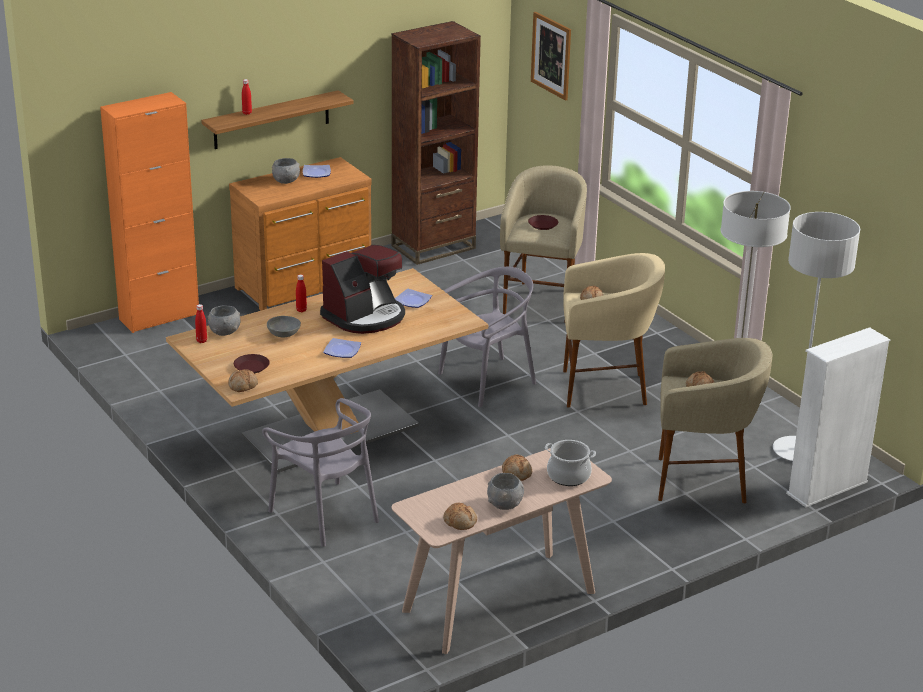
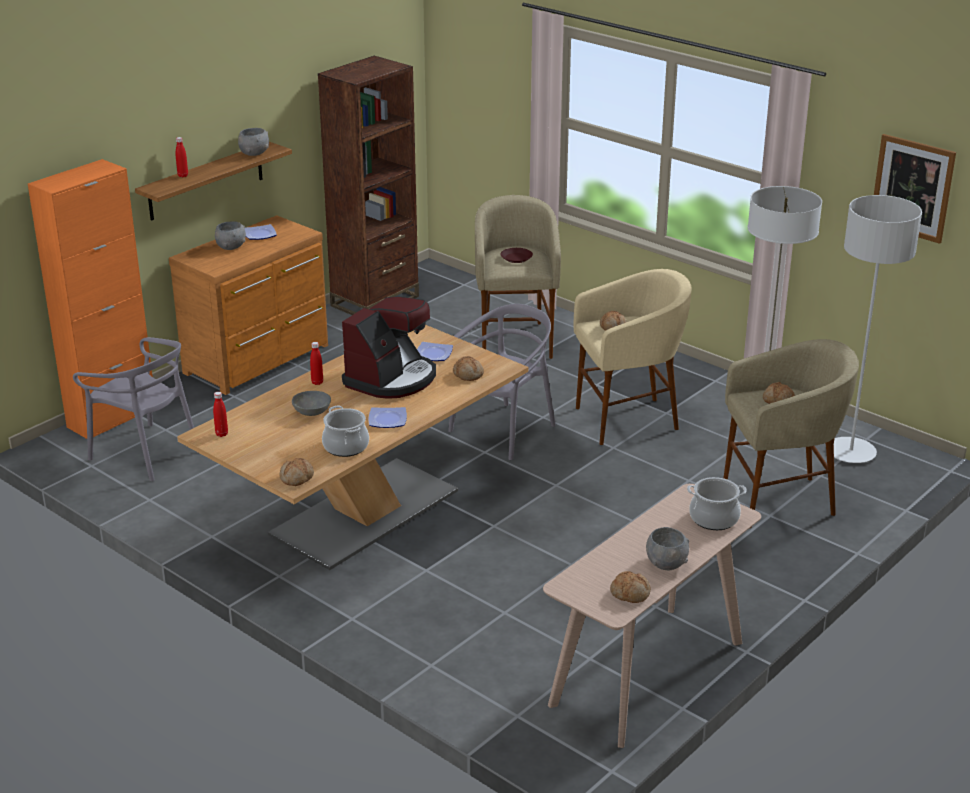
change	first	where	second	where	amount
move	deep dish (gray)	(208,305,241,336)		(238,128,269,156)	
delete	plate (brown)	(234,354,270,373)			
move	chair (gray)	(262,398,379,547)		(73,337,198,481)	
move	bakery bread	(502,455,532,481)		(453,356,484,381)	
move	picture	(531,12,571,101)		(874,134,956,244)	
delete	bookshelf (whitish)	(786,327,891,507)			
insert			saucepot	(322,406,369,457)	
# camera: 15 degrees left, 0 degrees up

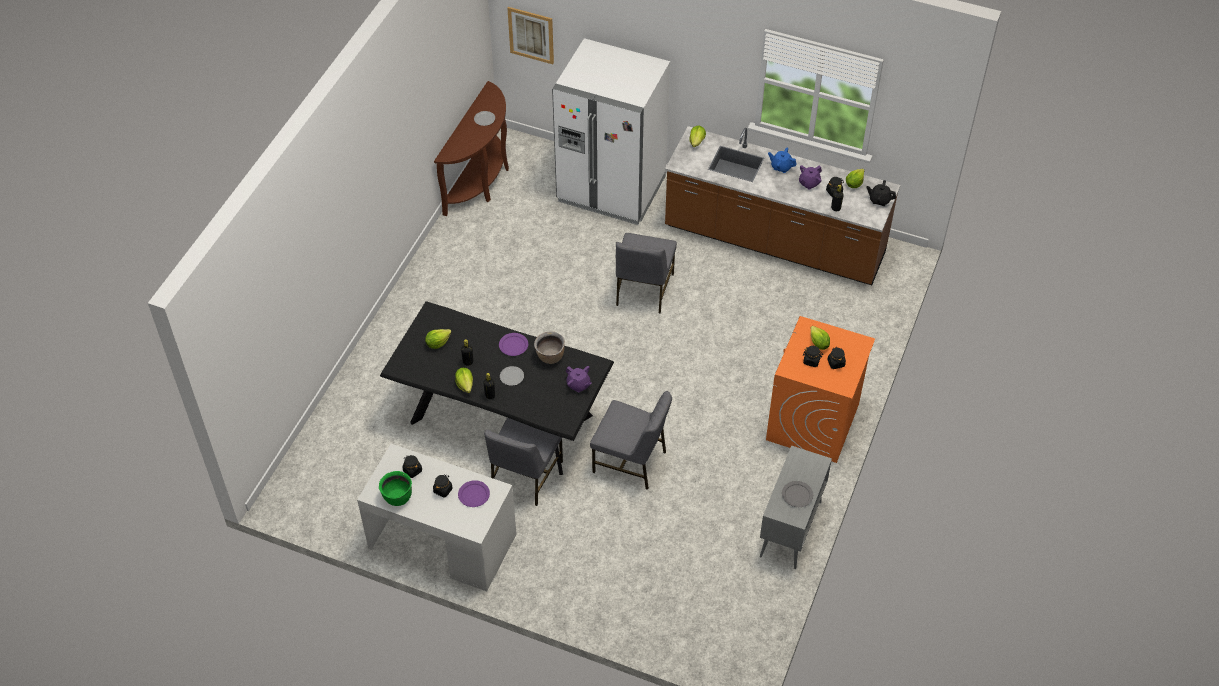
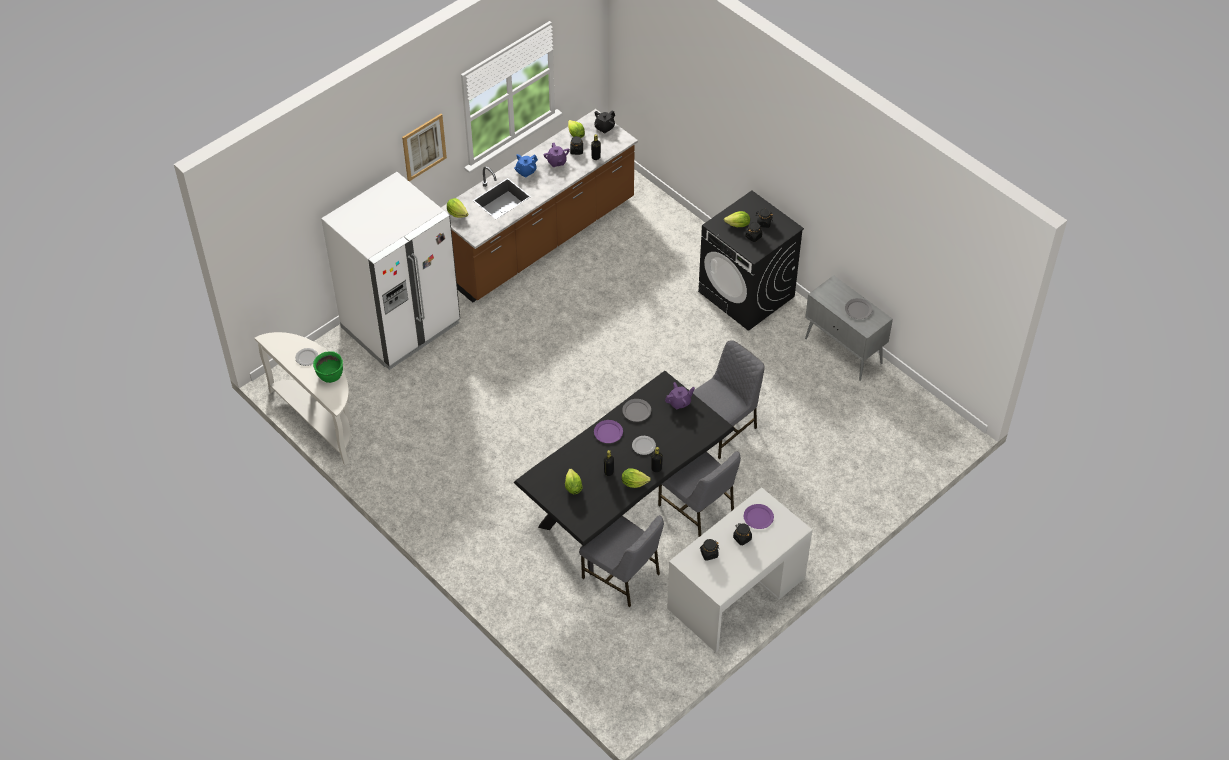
change	first	where	second	where	amount
move	saucepot (greenish)	(379,471,412,506)		(313,351,343,383)	
recolor	console table (brown)	(434,81,509,216)	console table (whitish)	(255,332,353,465)	
move	picture	(507,7,554,64)		(402,114,447,181)	
replace	saucepot (brown)	(534,332,565,364)	plate (gray)	(622,399,651,422)	
move	chair (gray)	(616,233,677,313)		(579,515,664,607)	
recolor	laundry appliance (orange)	(766,316,875,463)	laundry appliance (black-coloured)	(698,191,804,331)	
# camera: 65 degrees left, 0 degrees up

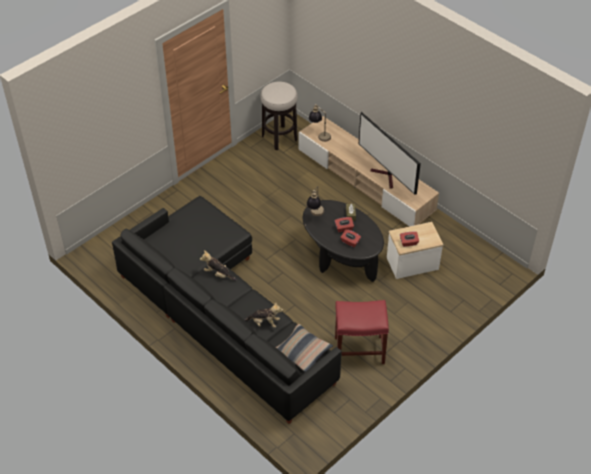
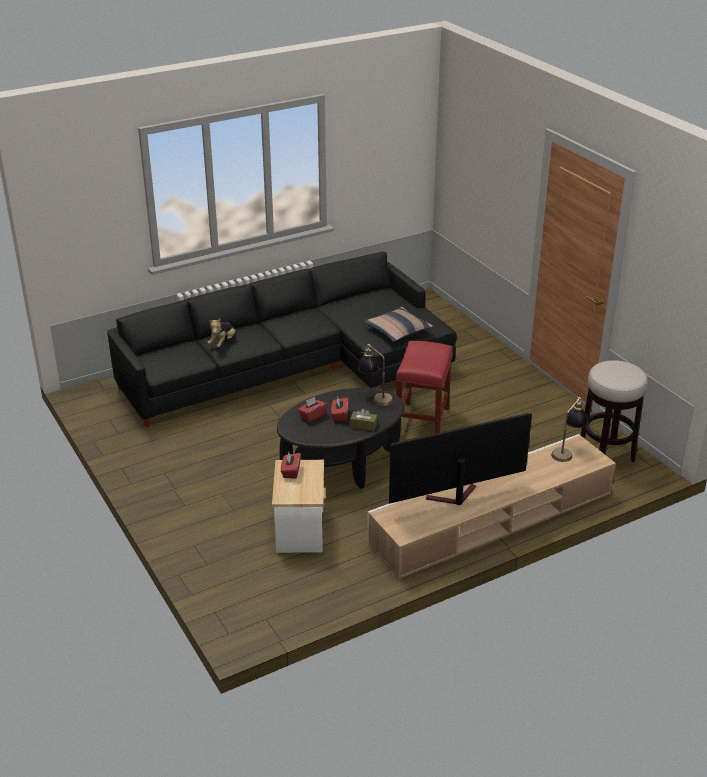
change	first	where	second	where	amount
delete	cuddly toy	(200,250,237,281)			
move	pillow	(276,324,333,372)		(363,307,433,342)	
move	stool (red-coloured)	(335,300,389,364)		(395,341,453,434)	
# camera: 105 degrees right, 15 degrees down

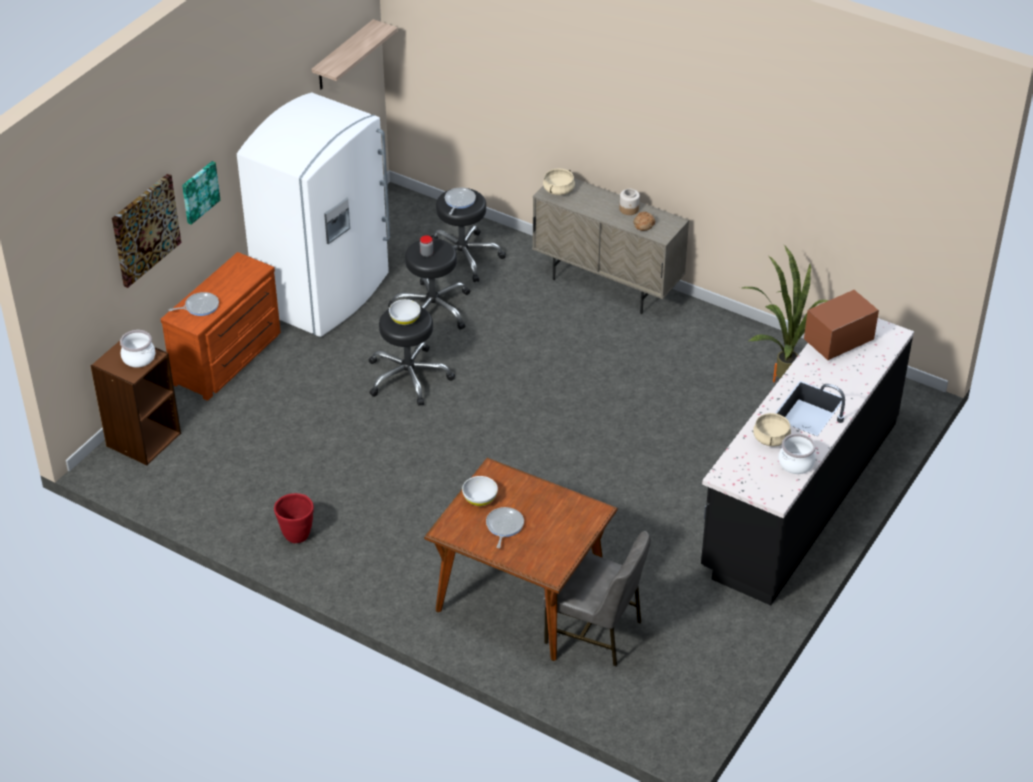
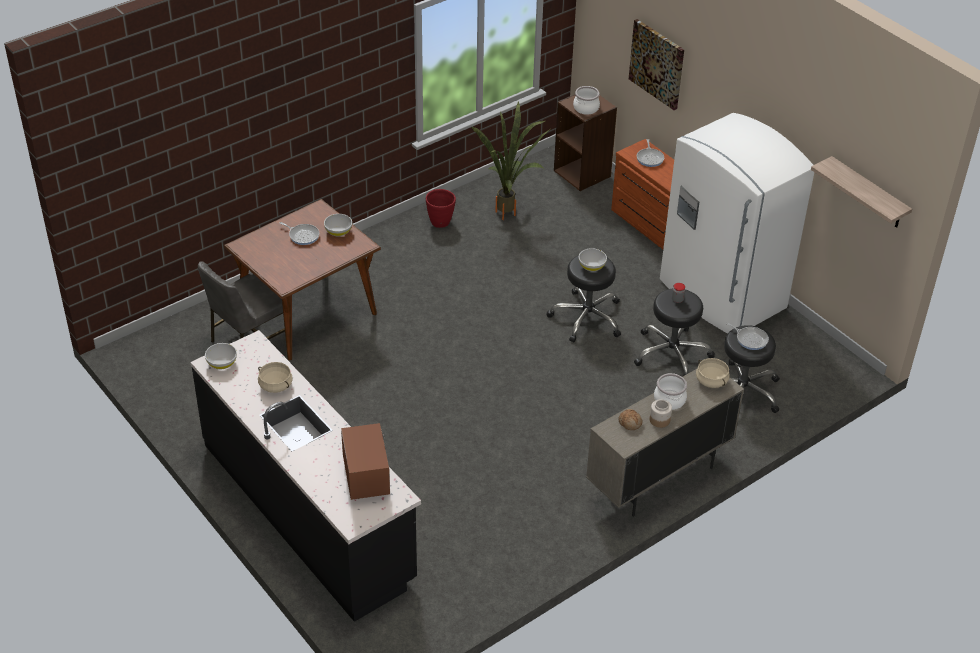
change	first	where	second	where	amount
delete	picture	(182,161,220,225)			
move	potted plant	(742,246,829,382)		(472,101,550,220)	
move	saucepot	(779,433,816,474)		(654,373,687,410)	
insert			deep dish (whitish)	(205,343,237,369)	
# camera: 110 degrees right, 0 degrees up

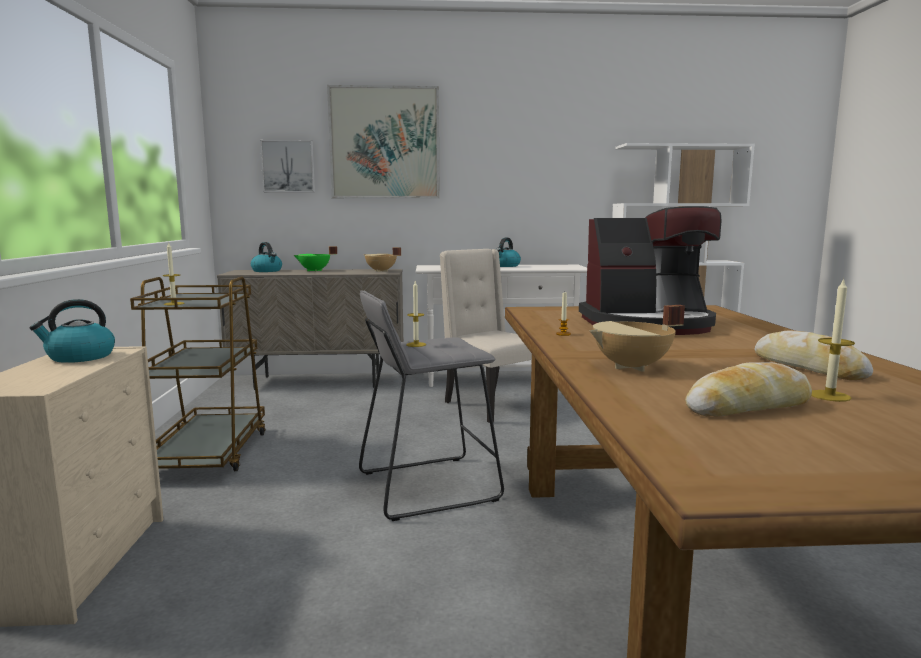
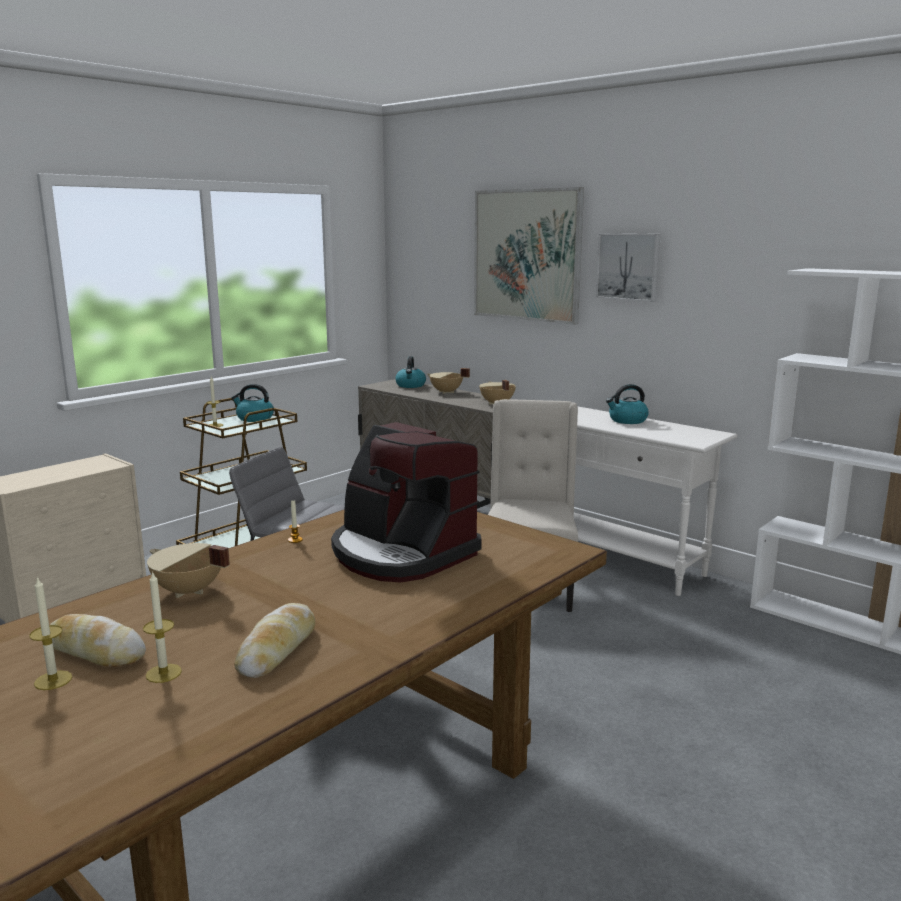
change	first	where	second	where	amount
move	water kettle	(29,299,115,363)		(232,384,274,422)	
move	picture	(260,140,315,192)		(596,233,661,302)	
recolor	saucepot (greenish)	(293,246,337,272)	saucepot (beige)	(427,368,470,394)	
move	wax light	(406,281,426,347)		(29,577,72,690)	
# camera: 45 degrees right, 5 degrees up

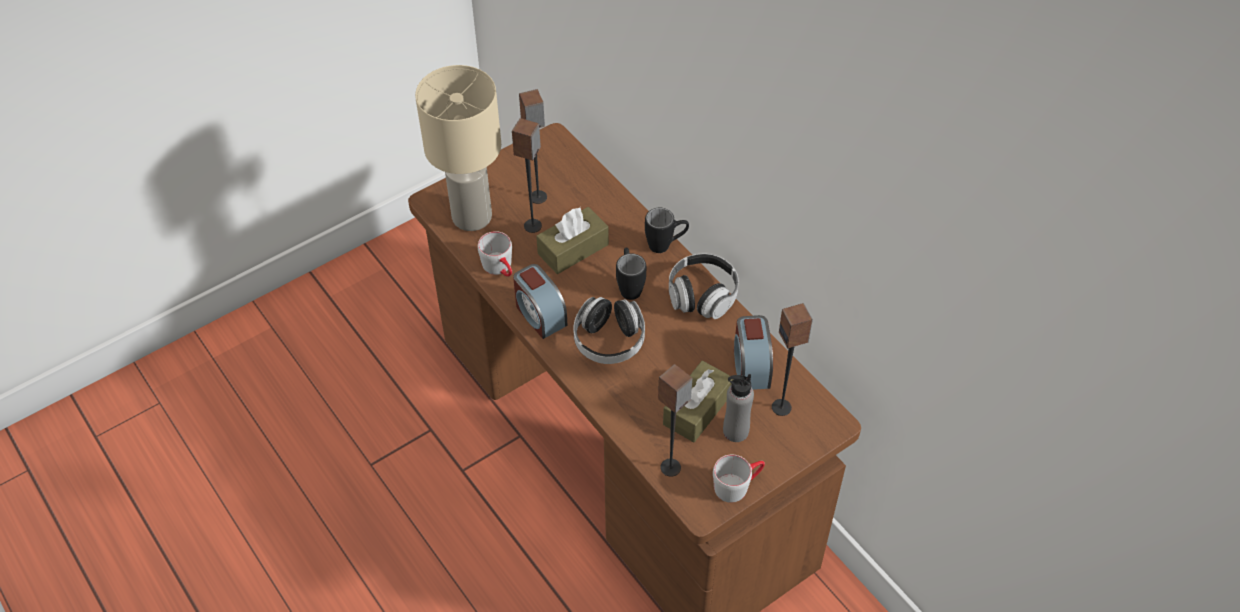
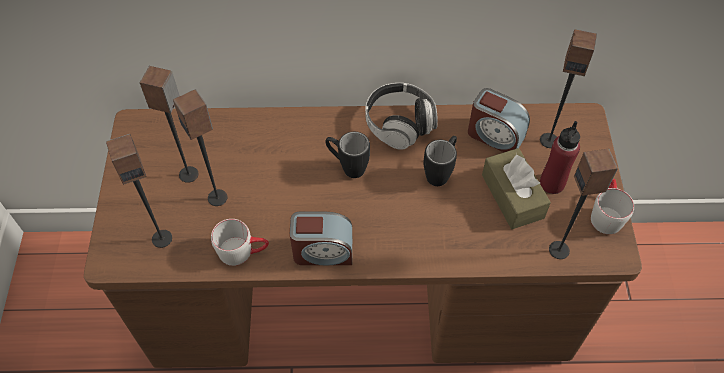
change	first	where	second	where	amount
replace	tabletop lamp (beige)	(415,65,501,231)	audio speaker	(106,134,172,248)	
delete	tissue box (brown)	(536,207,609,274)			
delete	pair of headphones	(573,297,645,364)			
move	mug (black-coloured)	(645,208,689,253)		(424,136,457,186)	
recolor	drink bottle (gray)	(723,374,754,442)	drink bottle (red-coloured)	(540,121,580,194)	
# camera: 55 degrees left, 5 degrees up

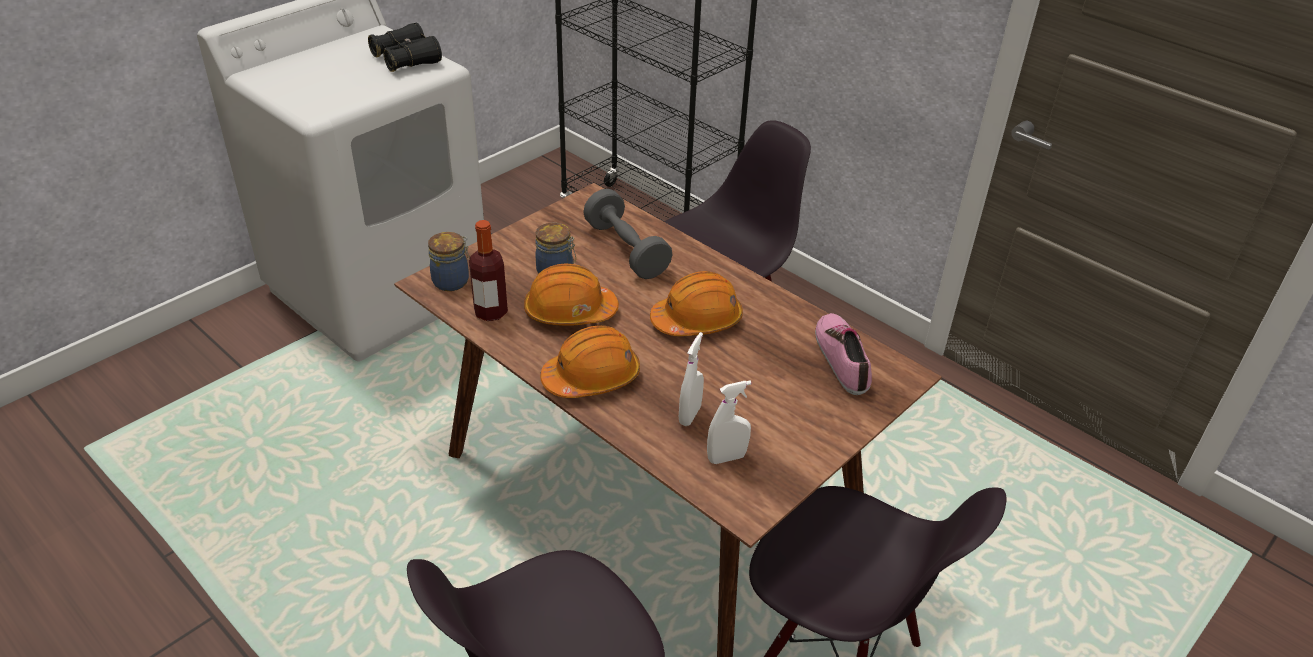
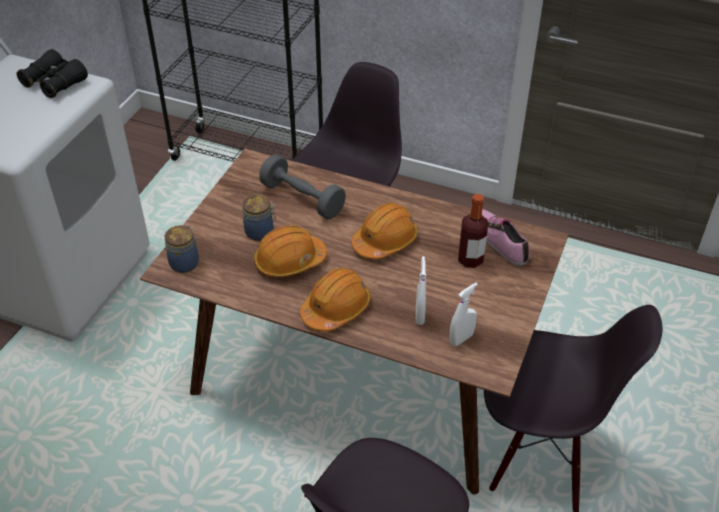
change	first	where	second	where	amount
move	drink bottle	(469,220,508,321)		(458,194,488,268)	
# camera: 20 degrees left, 5 degrees up

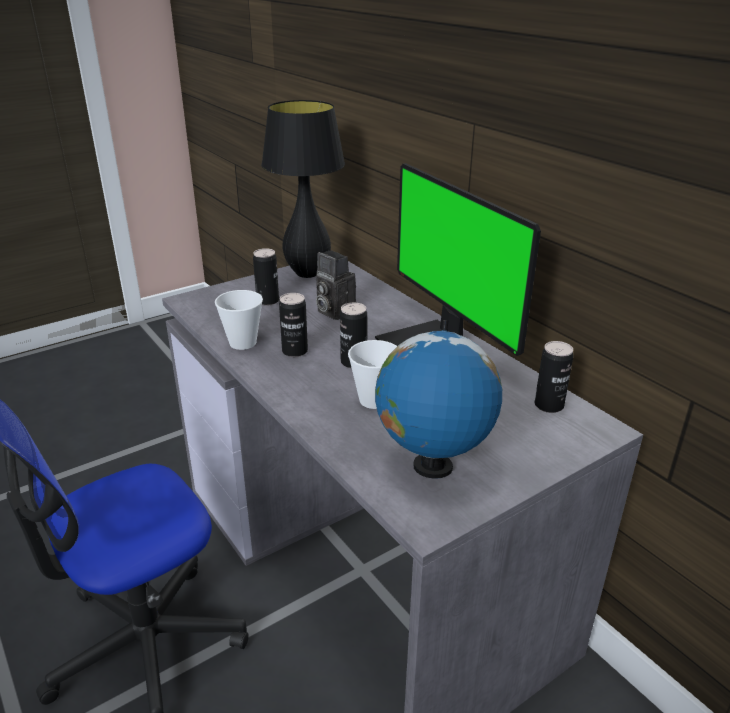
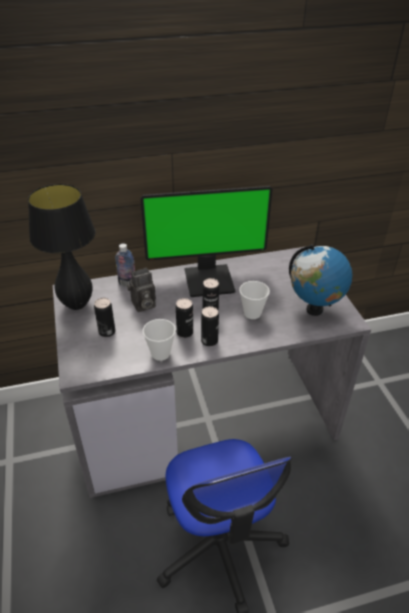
change	first	where	second	where	amount
move	can	(535,341,574,413)		(201,306,219,346)	
insert			drink bottle	(115,243,135,287)	
# camera: 70 degrees left, 10 degrees up

